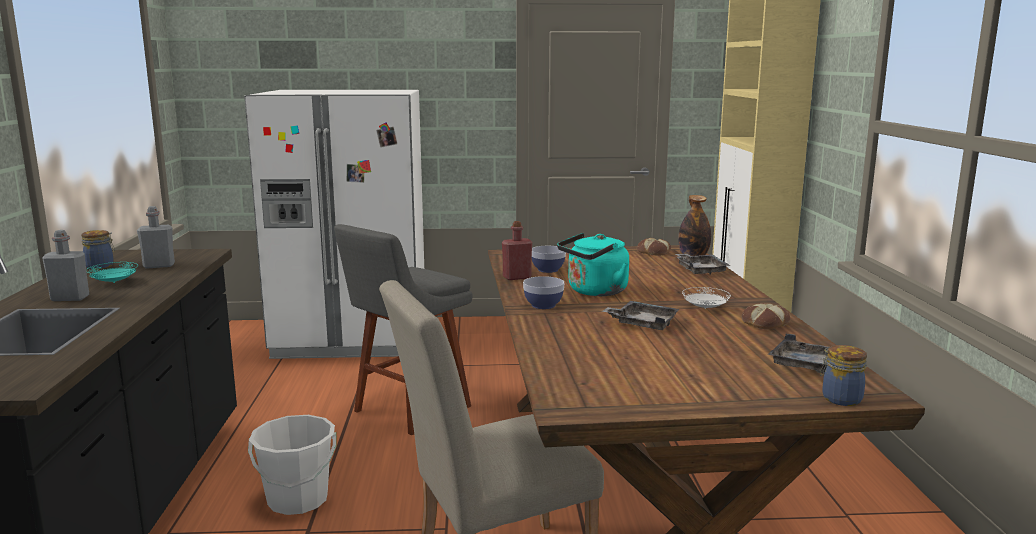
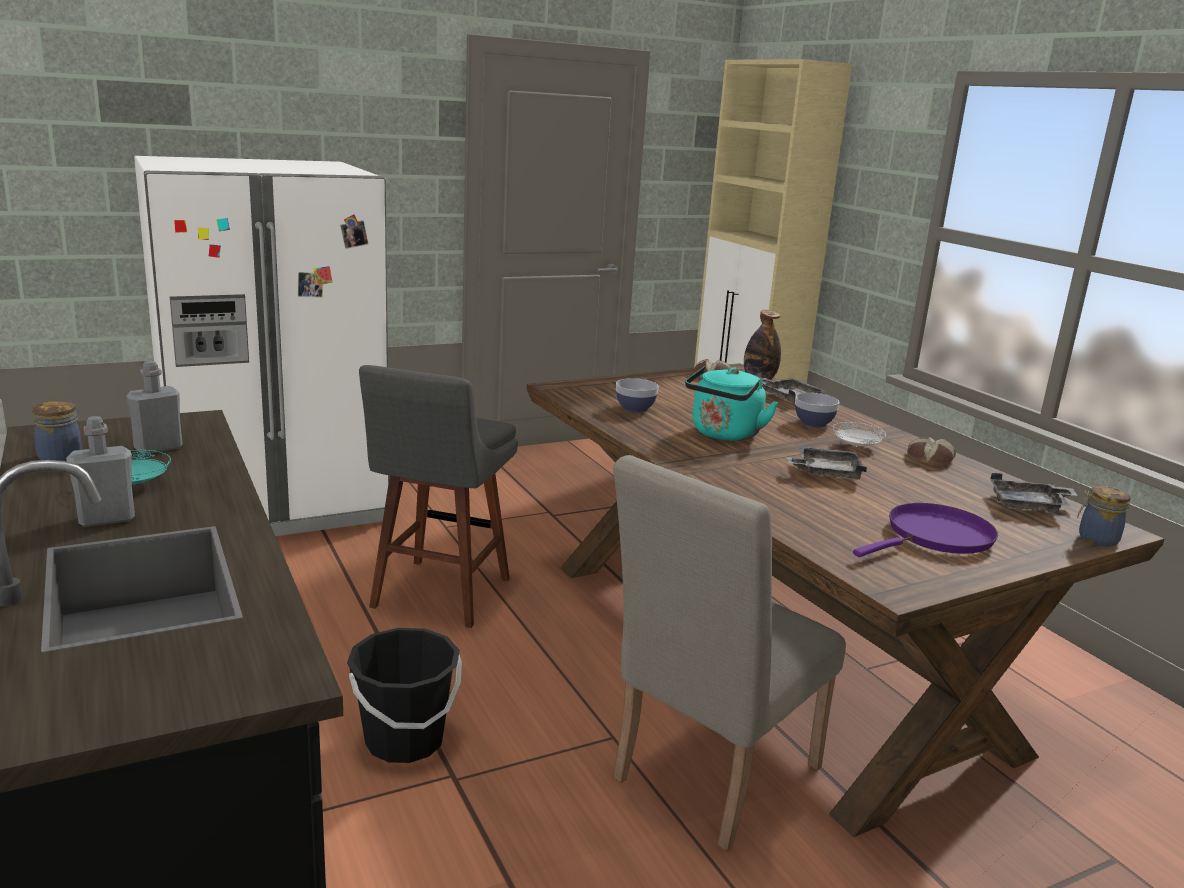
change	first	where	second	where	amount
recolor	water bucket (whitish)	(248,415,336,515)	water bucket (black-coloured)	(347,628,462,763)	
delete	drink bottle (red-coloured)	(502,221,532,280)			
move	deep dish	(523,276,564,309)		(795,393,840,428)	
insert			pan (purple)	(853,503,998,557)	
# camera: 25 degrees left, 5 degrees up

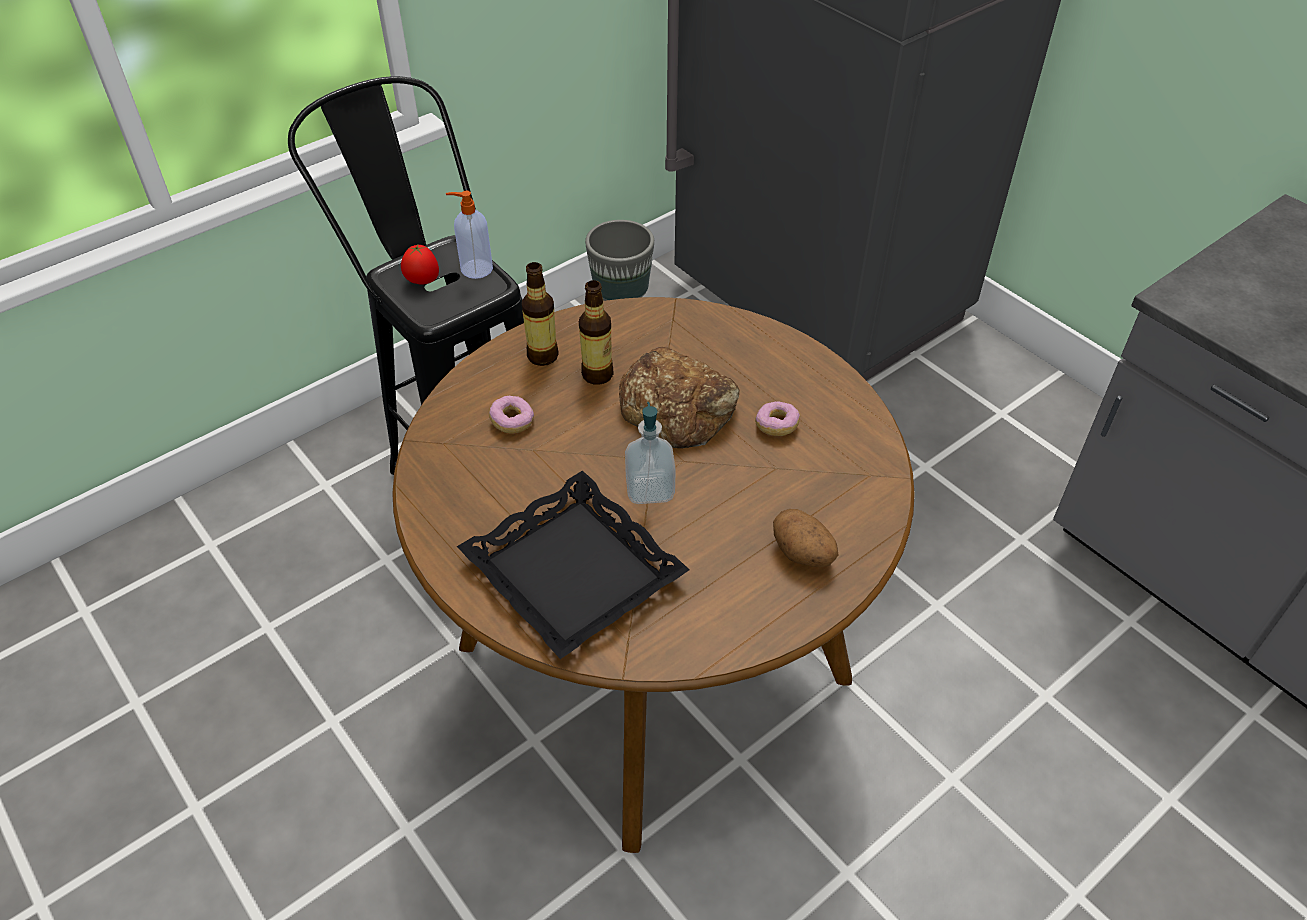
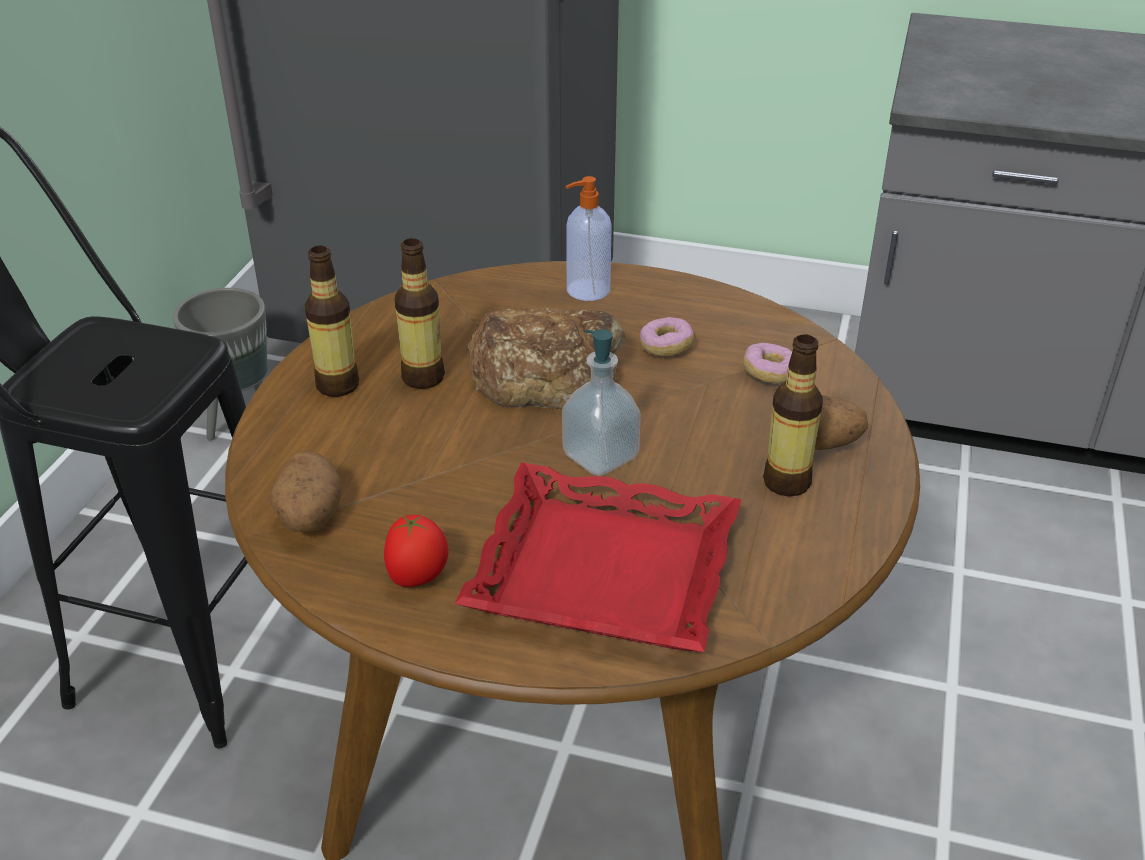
change	first	where	second	where	amount
move	fresh tomato	(401,245,439,285)		(384,515,449,587)	
move	soap dispenser	(446,191,493,279)		(566,176,612,301)	
recolor	serving tray (black-coloured)	(457,470,689,659)	serving tray (red-coloured)	(455,462,741,652)	
move	donut	(489,396,534,434)		(743,343,792,383)	
insert			potato	(270,451,342,532)	
insert			drink bottle	(763,334,823,497)	
# camera: 35 degrees left, 10 degrees down

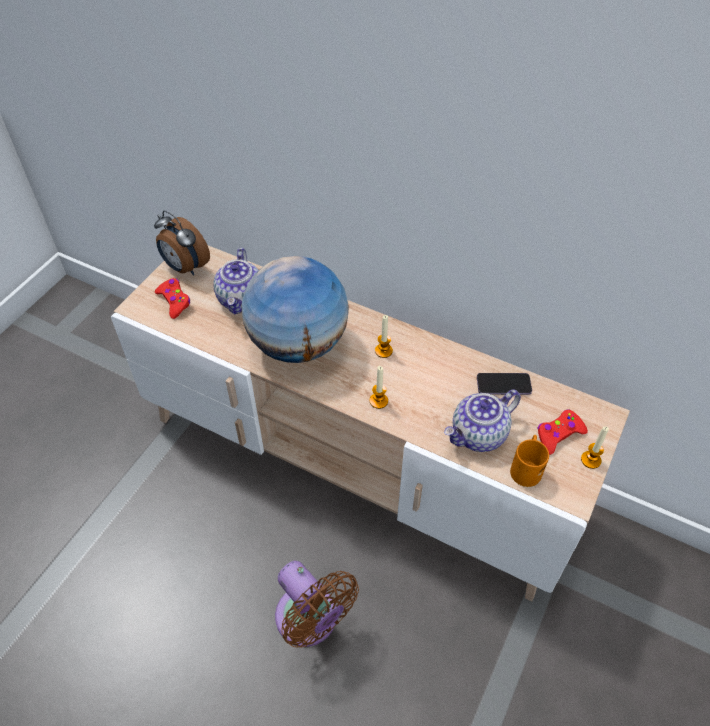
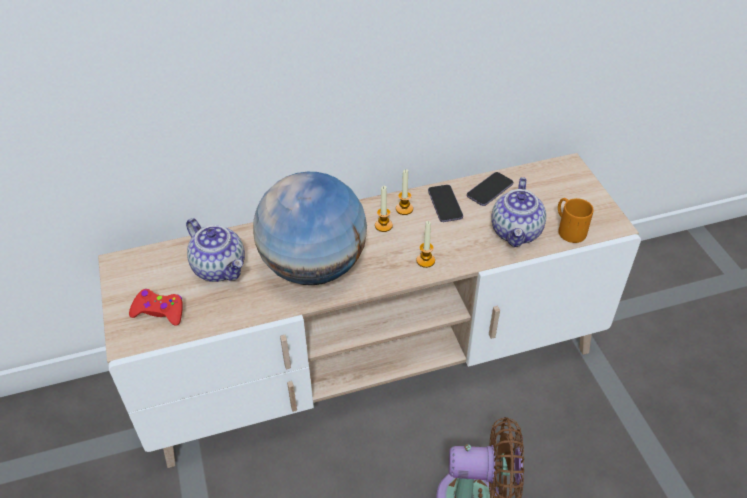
change	first	where	second	where	amount
delete	bedside clock	(154,210,210,276)			
delete	joypad (red-coloured)	(537,409,588,455)			
move	wax light	(581,426,609,469)		(396,169,413,215)	
insert			handset	(428,185,463,222)	
# camera: 45 degrees left, 5 degrees down

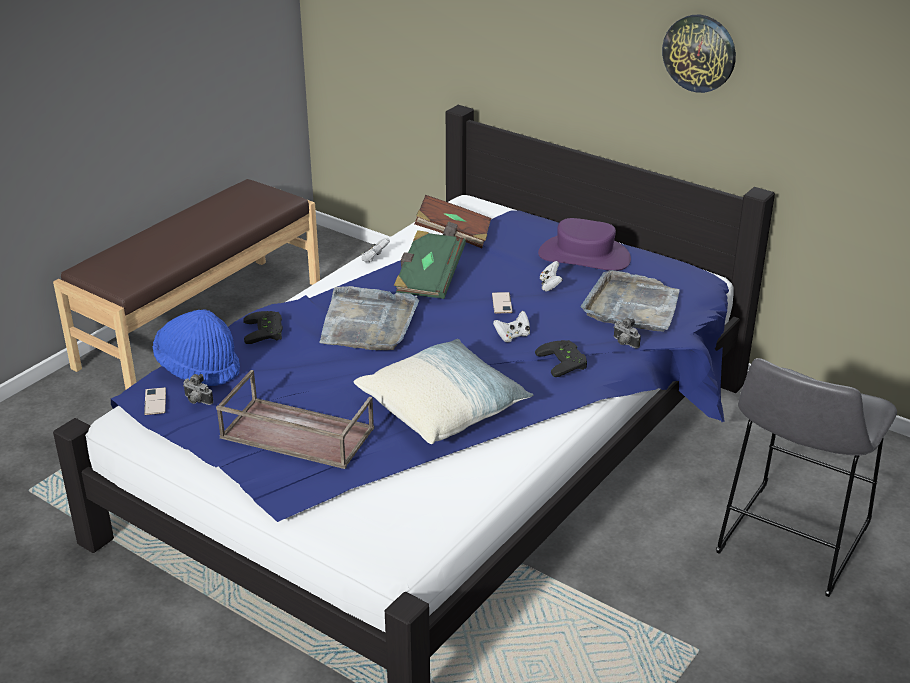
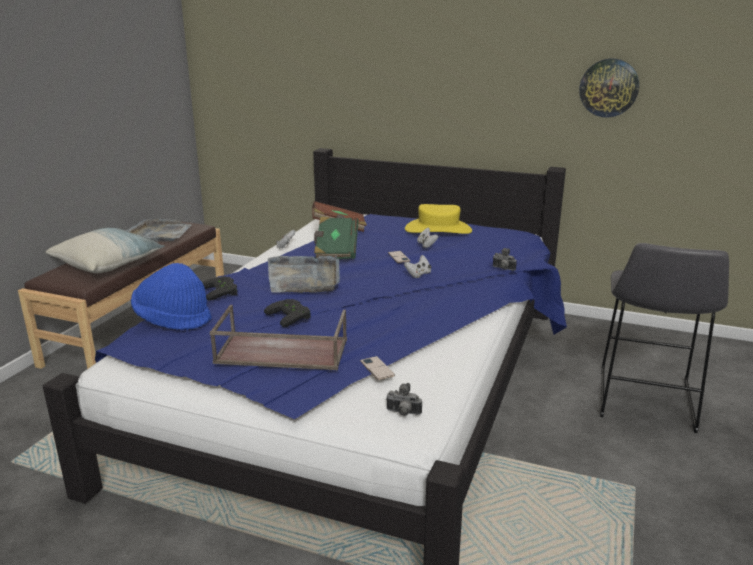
change	first	where	second	where	amount
move	handset	(144,387,166,415)		(360,356,395,380)	
move	photo camera	(183,374,214,405)		(386,383,422,416)	
move	pillow	(354,339,534,444)		(46,228,165,274)	
move	joypad (black-coloured)	(535,340,587,377)		(264,299,311,327)	
recolor	wearable hat (purple)	(538,218,631,271)	wearable hat (yellowish)	(405,204,472,234)	
move	serving tray (gray)	(580,270,680,332)		(126,219,192,242)	
move	clock on the wall	(662,15,736,93)		(579,59,639,117)	
# camera: 15 degrees left, 10 degrees down

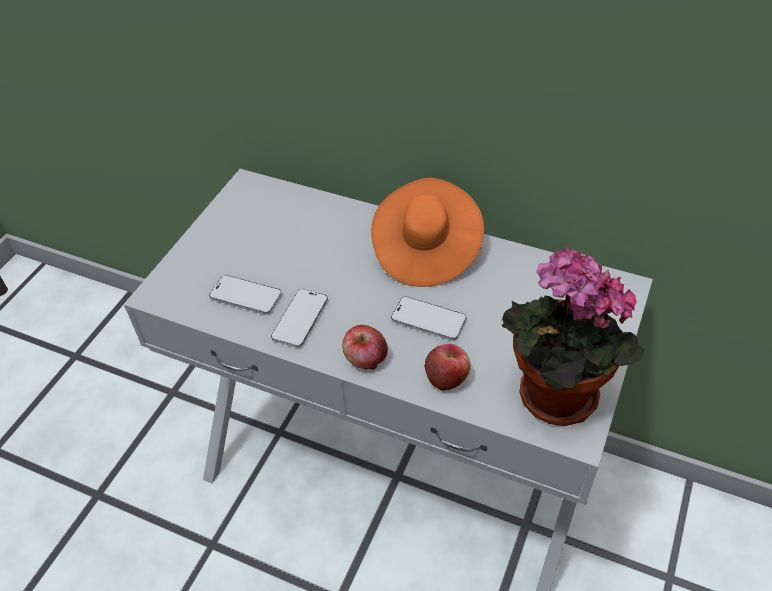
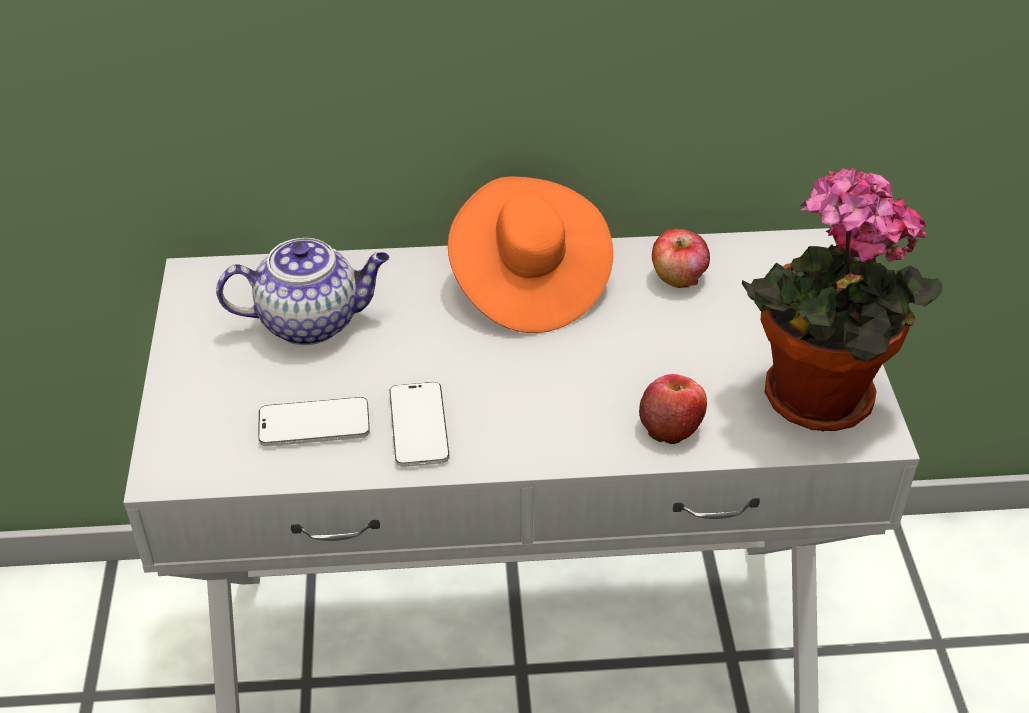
change	first	where	second	where	amount
move	whole apple	(342,325,388,370)		(652,229,710,288)	
delete	handset	(391,297,466,340)			
insert			tea pot	(216,238,389,345)	
# camera: 30 degrees left, 5 degrees down

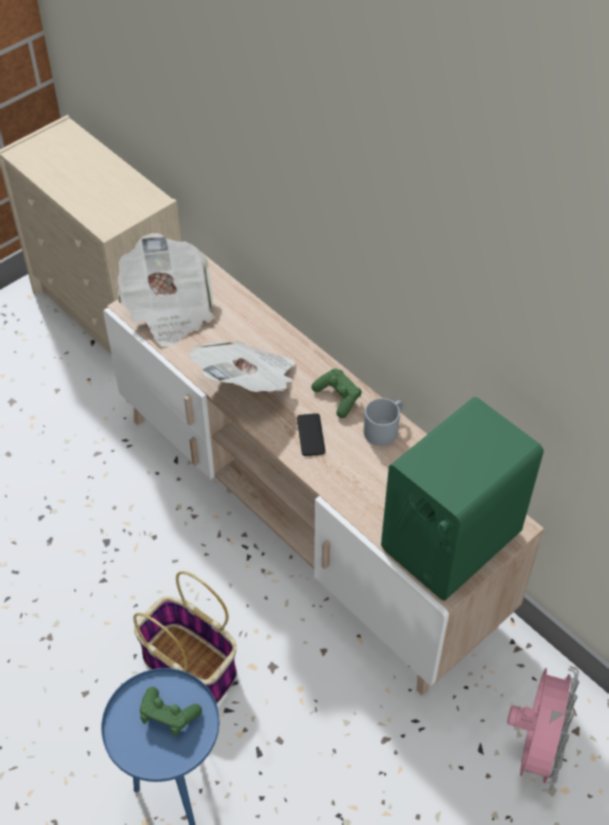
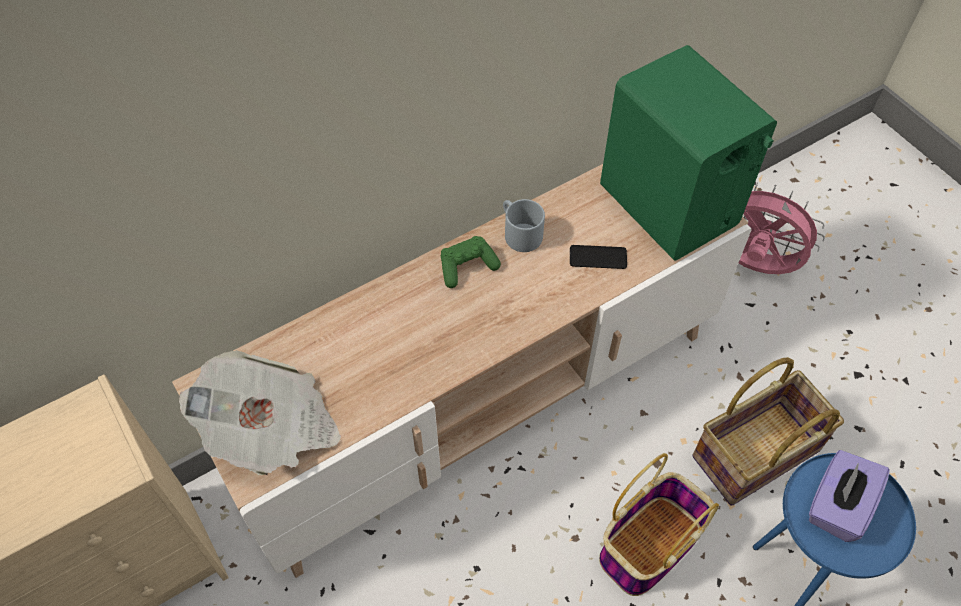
change	first	where	second	where	amount
replace	joypad (greenish)	(140,687,202,736)	tissue box (purple)	(809,450,890,542)	
delete	newspaper	(189,341,295,392)			
move	handset	(297,413,325,456)		(570,245,627,269)	
insert			household basket	(693,357,844,506)	
# camera: 80 degrees left, 5 degrees up

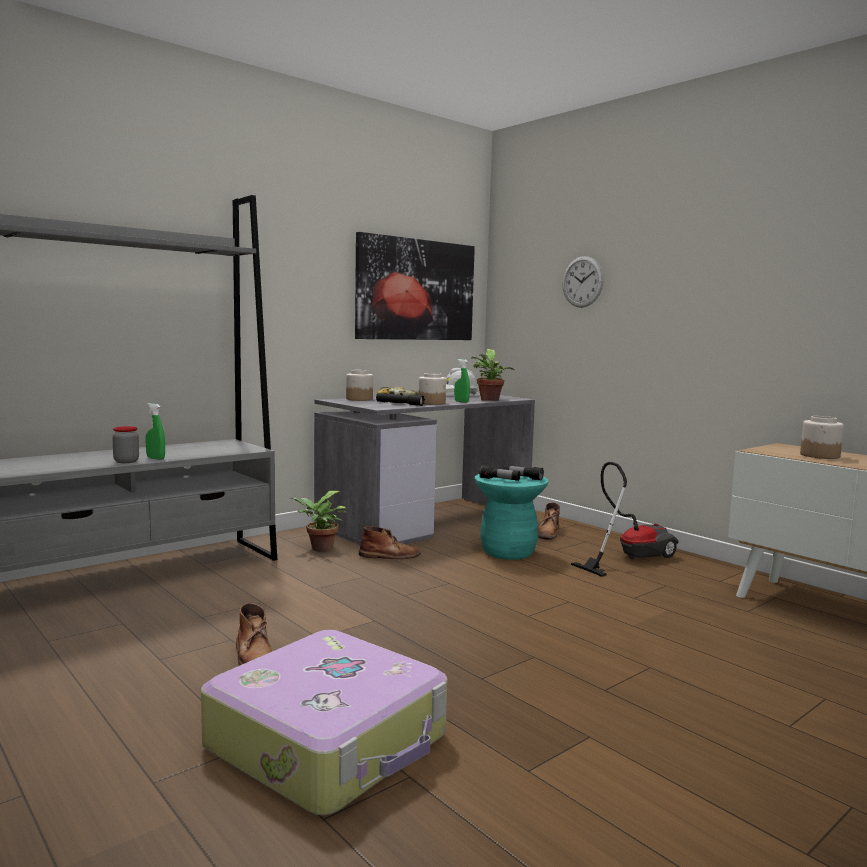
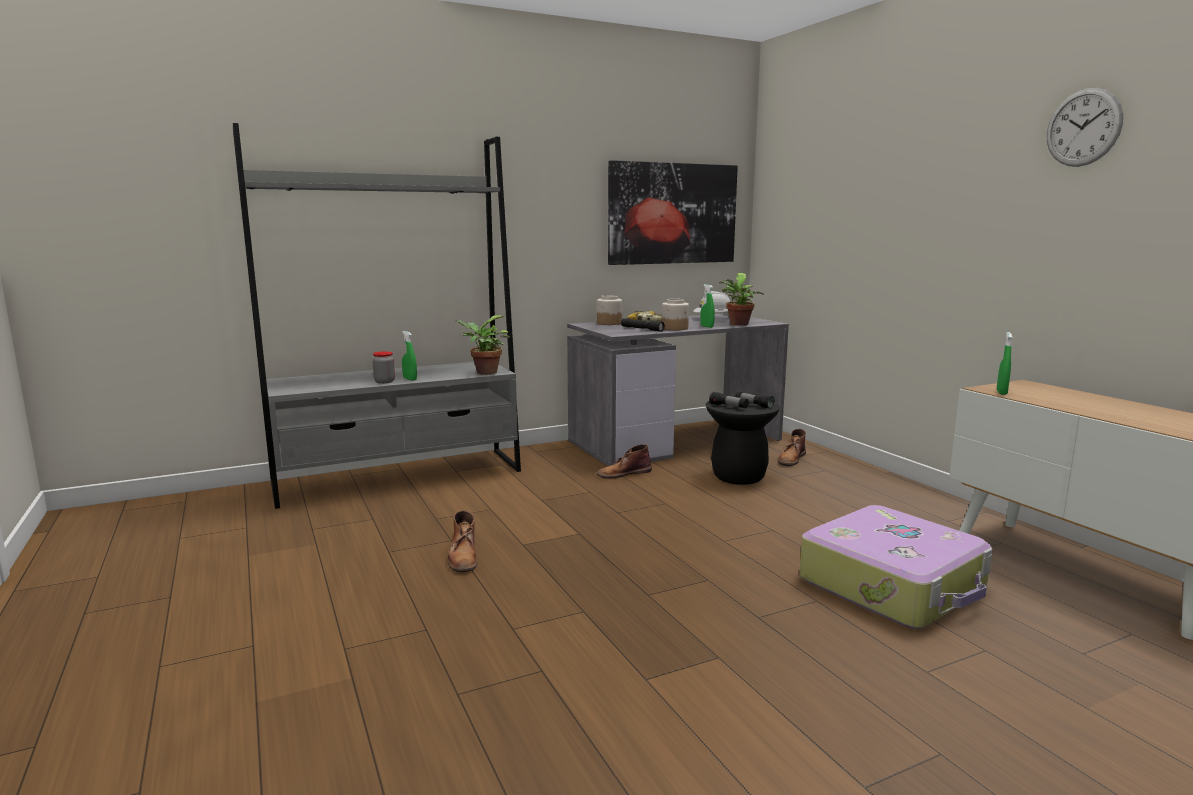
change	first	where	second	where	amount
move	suitcase	(201,630,447,816)		(799,505,993,629)	
move	potted plant	(292,491,347,552)		(455,315,510,375)	
rotate	boot (brown)	(359,526,421,559)		(597,444,652,479)	150 degrees clockwise
recolor	stool (turquoise)	(475,474,549,560)	stool (black-coloured)	(706,401,780,485)	
move	clock on the wall	(562,256,604,308)		(1047,88,1123,167)	
delete	hoover	(571,462,679,577)			
delete	jar	(800,416,844,459)			
insert			hand sprayer (greenish)	(997,332,1012,395)	
# camera: 15 degrees right, 5 degrees up

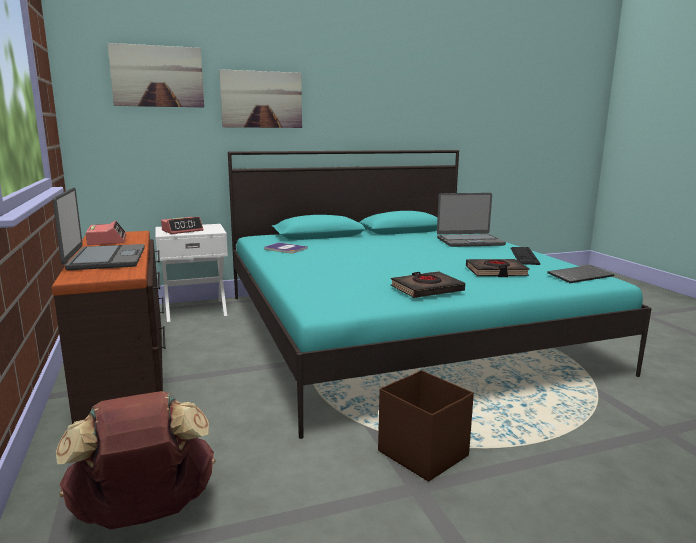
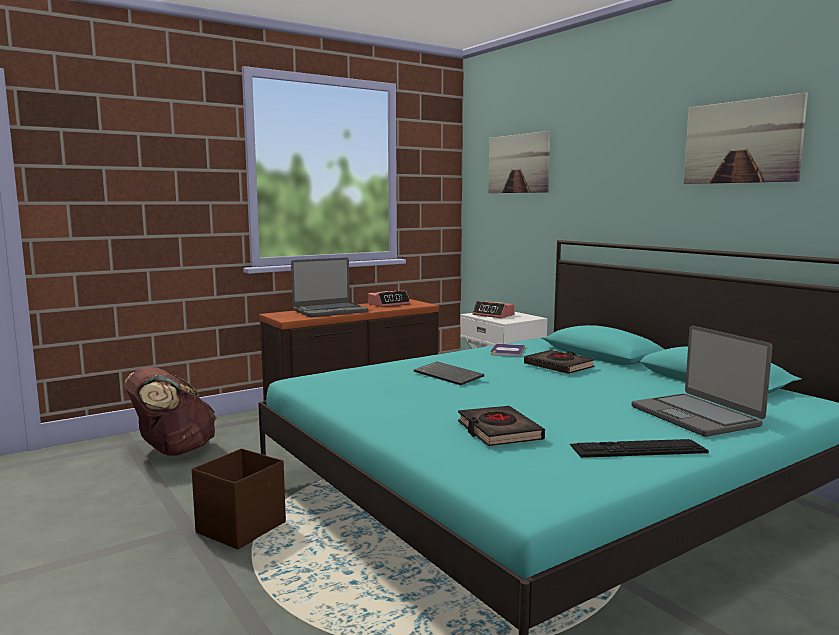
change	first	where	second	where	amount
move	picture	(219,69,302,128)		(684,92,808,184)	
move	bound book (black-coloured)	(391,271,465,298)		(524,350,595,374)	
move	PC keyboard	(547,265,614,283)		(414,361,484,385)	
# camera: 75 degrees right, 5 degrees down

